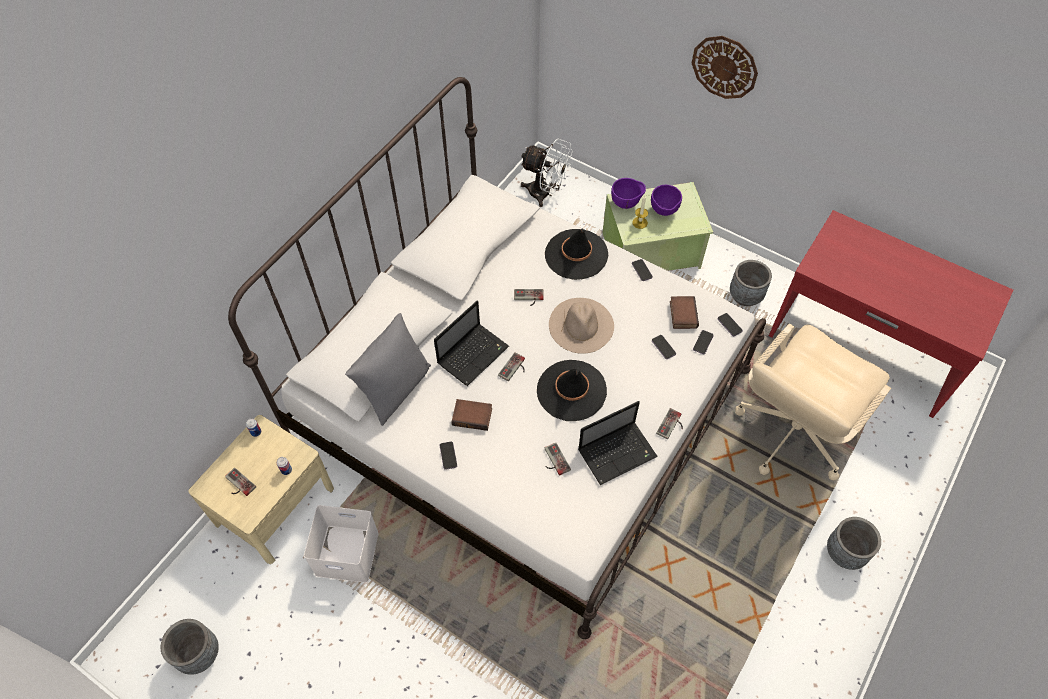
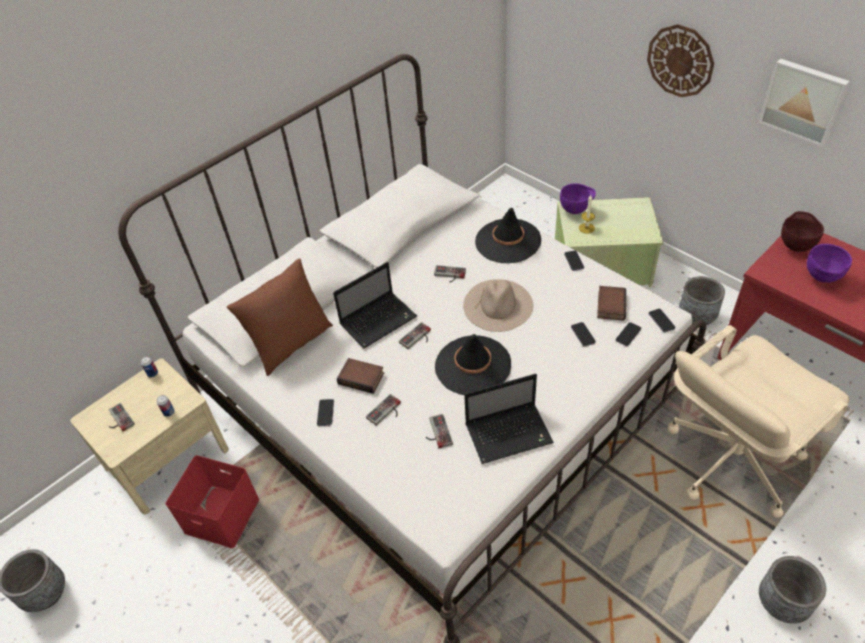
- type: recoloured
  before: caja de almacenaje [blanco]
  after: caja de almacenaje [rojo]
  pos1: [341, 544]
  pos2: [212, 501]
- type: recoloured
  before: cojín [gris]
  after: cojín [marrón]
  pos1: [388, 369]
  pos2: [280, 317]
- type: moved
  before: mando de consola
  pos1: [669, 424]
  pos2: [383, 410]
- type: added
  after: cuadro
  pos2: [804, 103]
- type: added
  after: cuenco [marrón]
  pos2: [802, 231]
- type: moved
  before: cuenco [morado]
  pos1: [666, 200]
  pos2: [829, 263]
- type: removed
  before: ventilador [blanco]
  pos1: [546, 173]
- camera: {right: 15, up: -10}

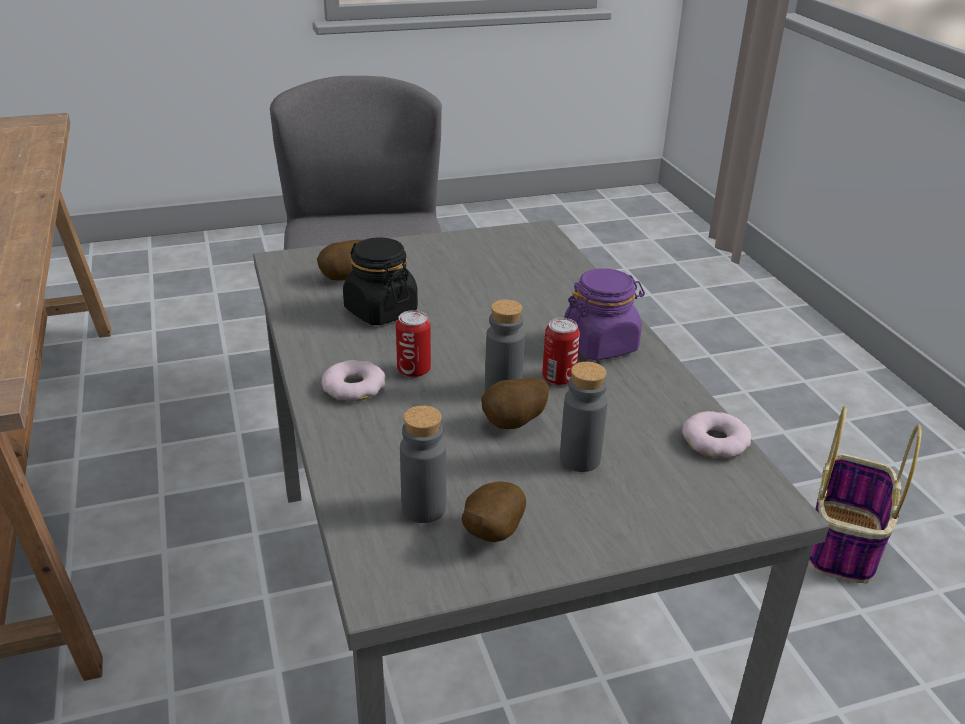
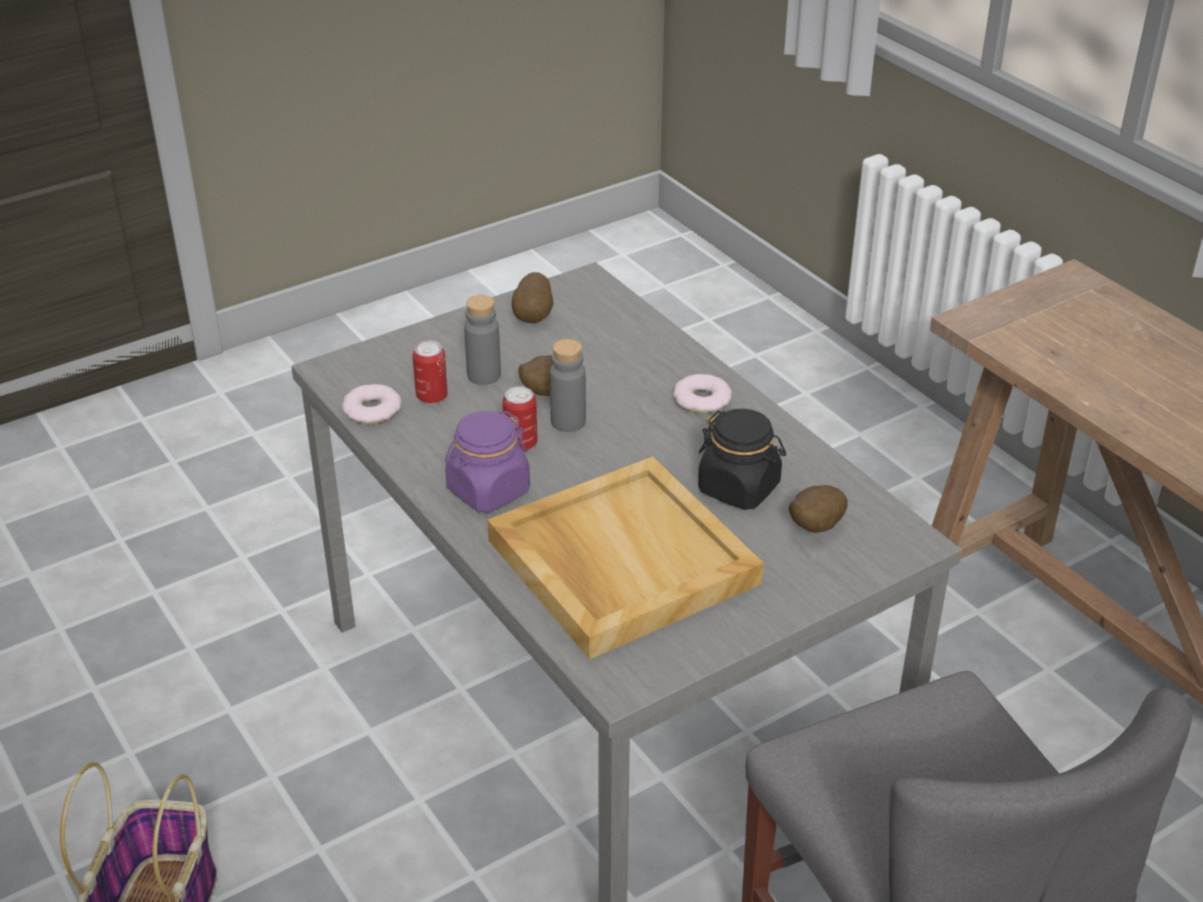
- type: moved
  before: lata
  pos1: [413, 344]
  pos2: [430, 372]
- type: added
  after: bandeja [beis]
  pos2: [625, 557]
- type: removed
  before: botella [gris]
  pos1: [423, 464]
- camera: {right: 165, up: 5}

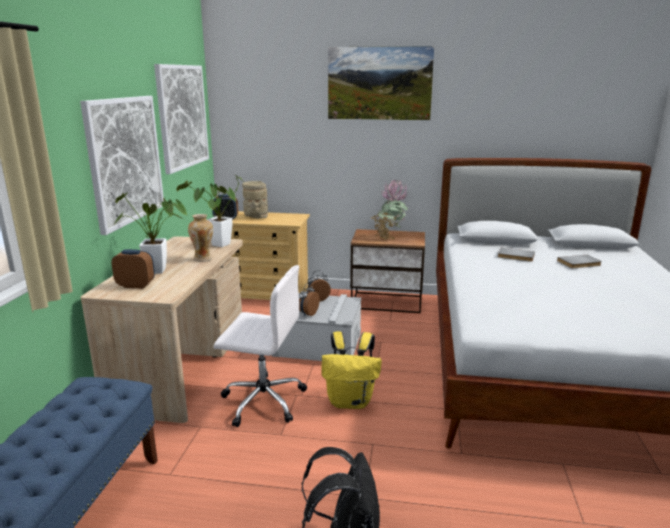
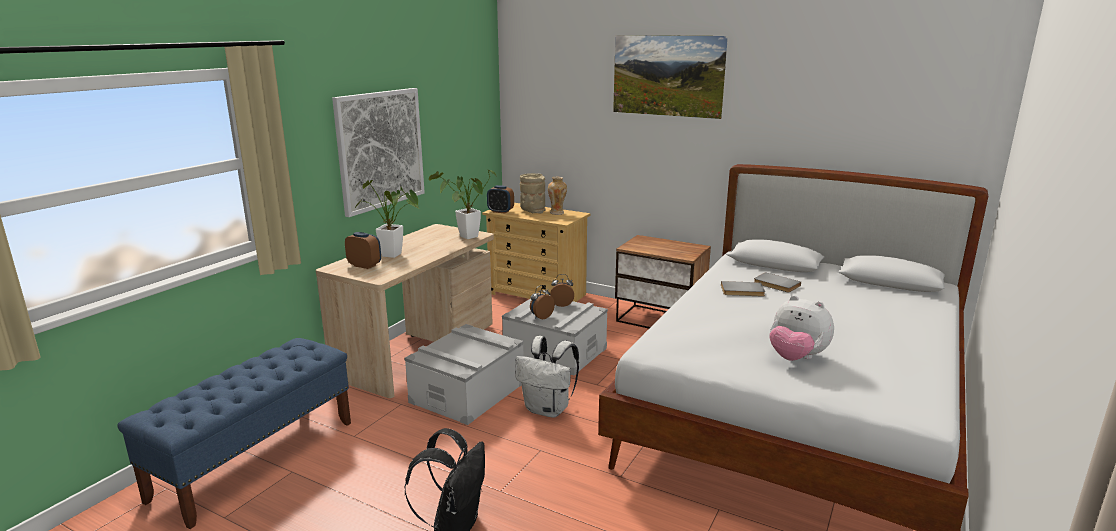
- type: replaced
  before: silla de oficina [blanco]
  after: caja de almacenaje [gris]
  pos1: [260, 346]
  pos2: [464, 374]
- type: recoloured
  before: mochila [amarillo]
  after: mochila [blanco]
  pos1: [351, 370]
  pos2: [547, 377]
- type: moved
  before: florero
  pos1: [200, 238]
  pos2: [557, 196]
- type: moved
  before: libro [gris]
  pos1: [579, 261]
  pos2: [743, 289]
- type: added
  after: peluche
  pos2: [802, 328]
- type: removed
  before: cuadro
  pos1: [181, 119]
- type: removed
  before: planta en maceta
  pos1: [389, 210]
- camera: {right: 20, up: 0}

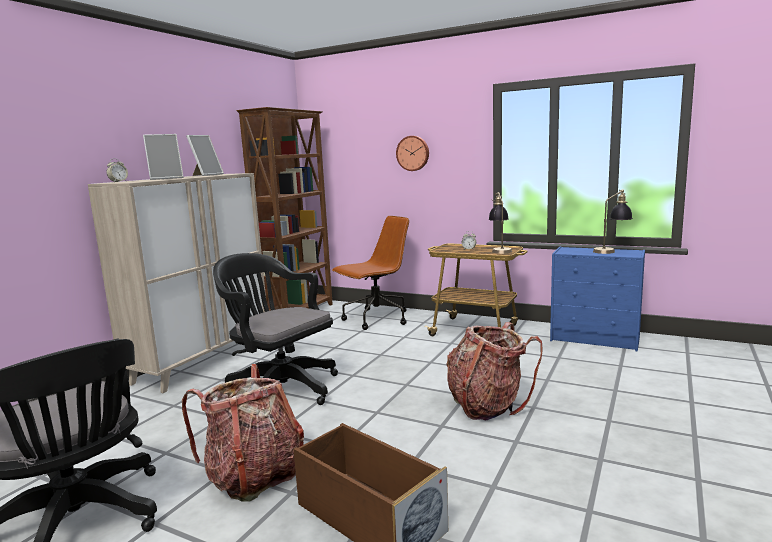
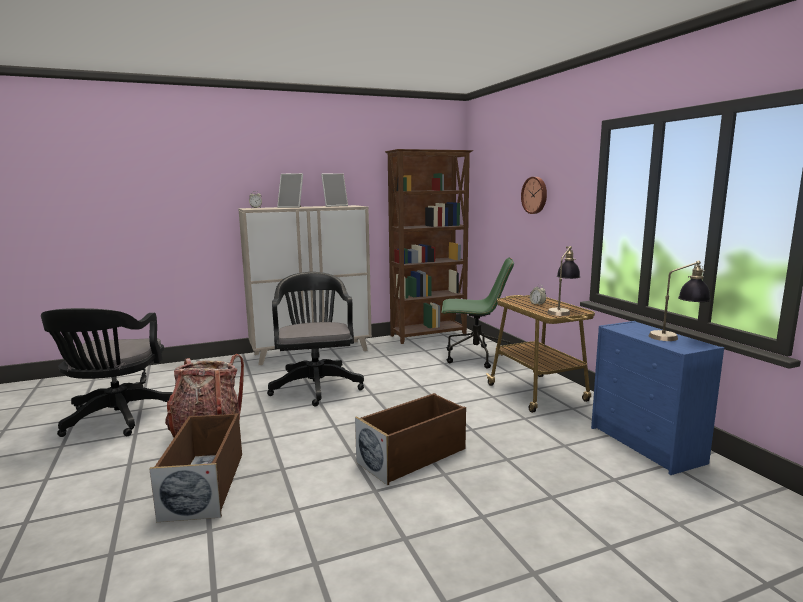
- type: replaced
  before: mochila
  after: caja de almacenaje [marrón]
  pos1: [494, 371]
  pos2: [410, 439]
- type: recoloured
  before: silla de oficina [marrón]
  after: silla de oficina [verde]
  pos1: [370, 273]
  pos2: [478, 313]
- camera: {right: 40, up: 0}

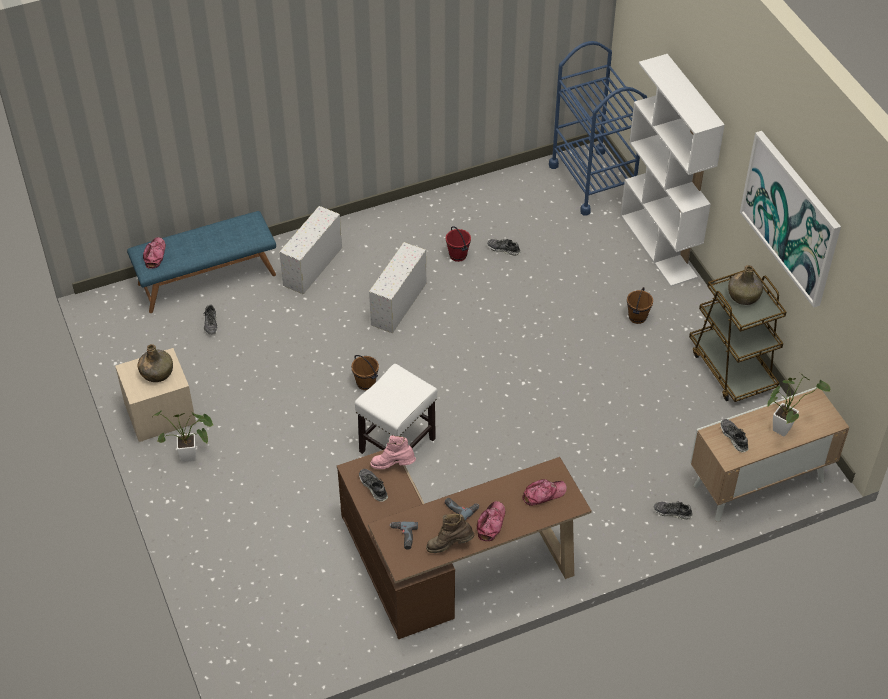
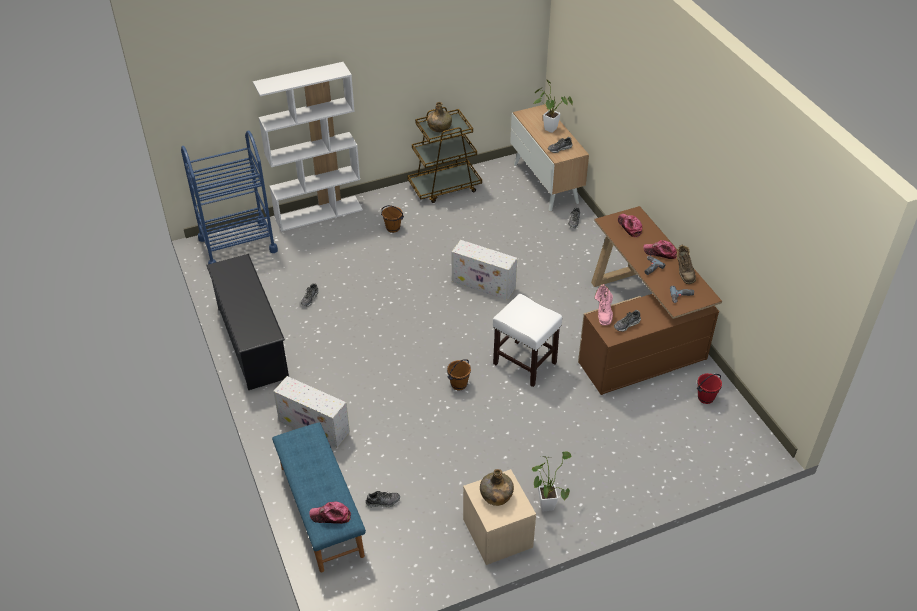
- type: added
  after: zapatero [negro]
  pos2: [247, 322]
- type: moved
  before: caja de almacenaje [blanco]
  pos1: [397, 287]
  pos2: [484, 270]
- type: moved
  before: cubo [rojo]
  pos1: [458, 244]
  pos2: [709, 388]
- type: removed
  before: cuadro
  pos1: [790, 219]
- camera: {right: -90, up: -5}

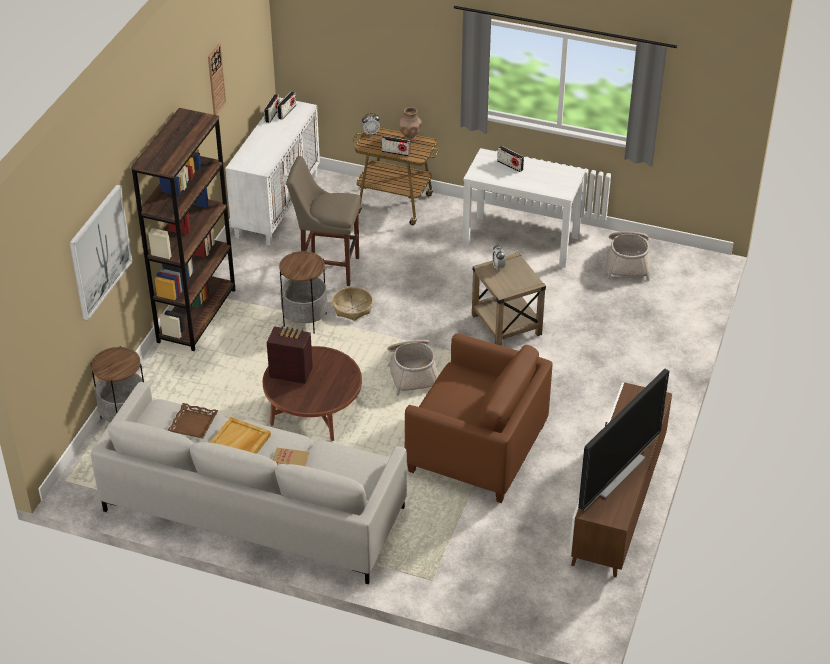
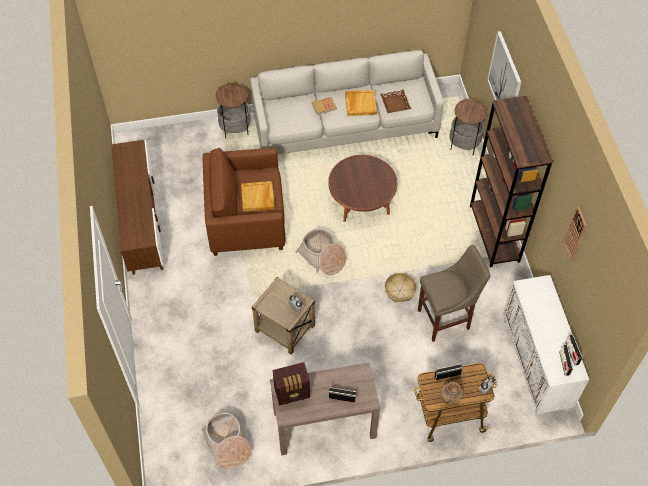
- type: moved
  before: mesa auxiliar
  pos1: [303, 292]
  pos2: [232, 110]
- type: added
  after: bandeja [beis]
  pos2: [258, 196]
- type: recoloured
  before: mesa consola [blanco]
  after: mesa consola [marrón]
  pos1: [524, 208]
  pos2: [325, 408]
- type: moved
  before: radio
  pos1: [290, 355]
  pos2: [291, 384]
- type: removed
  before: televisor
  pos1: [624, 440]
- camera: {right: 150, up: 15}

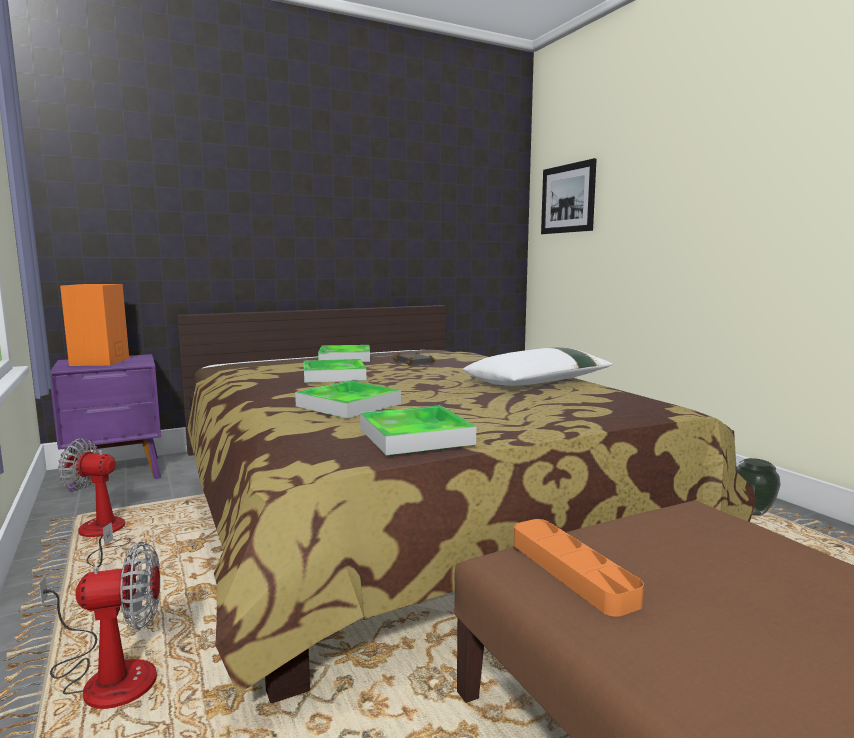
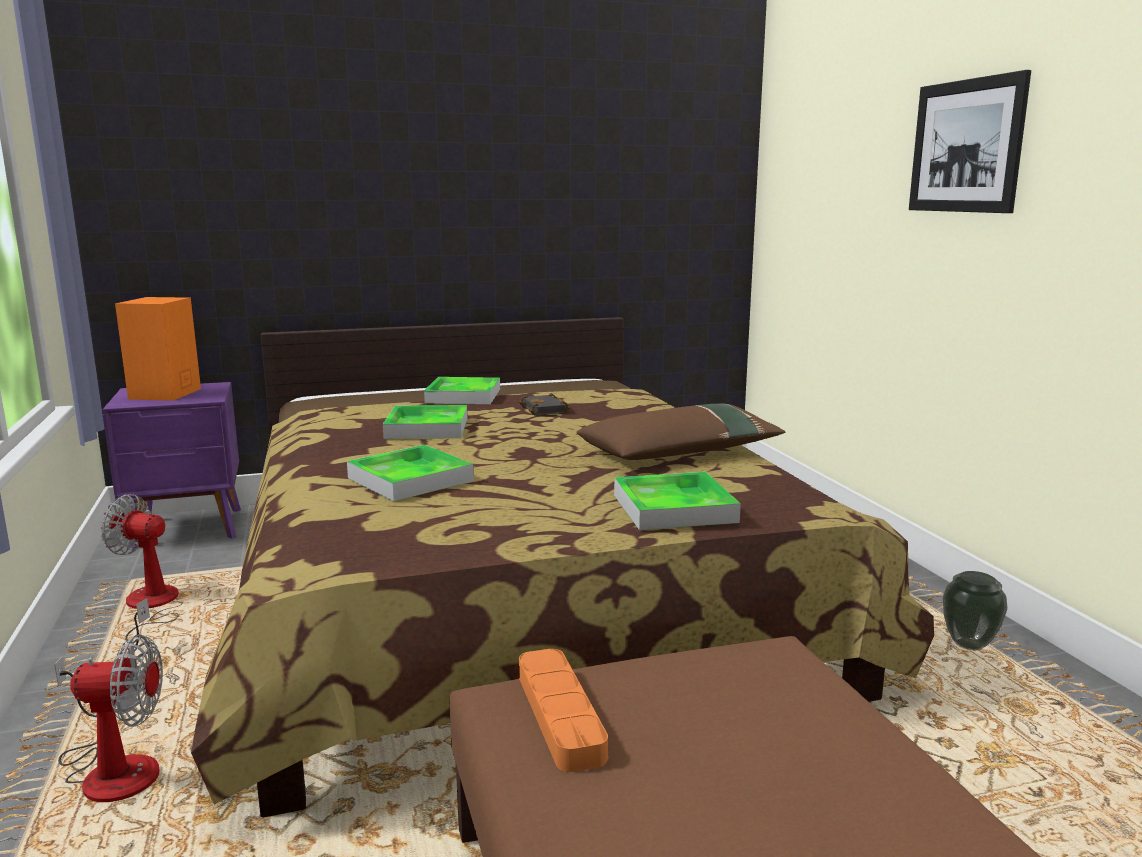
- type: recoloured
  before: cojín [blanco]
  after: cojín [marrón]
  pos1: [538, 366]
  pos2: [681, 432]
- type: moved
  before: bandeja
  pos1: [418, 430]
  pos2: [677, 501]
- type: moved
  before: cuadro
  pos1: [569, 196]
  pos2: [970, 141]
- camera: {right: 10, up: 5}

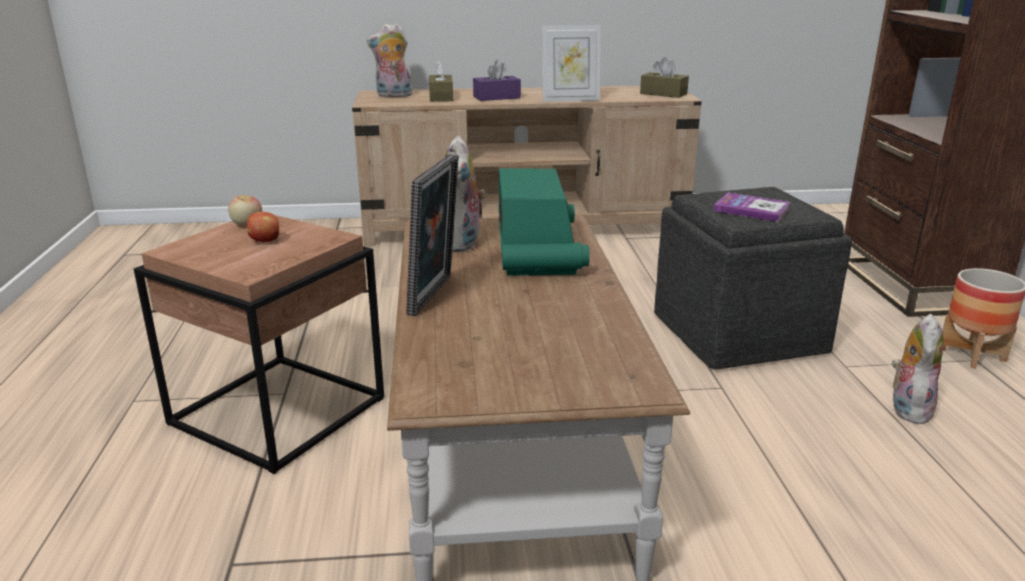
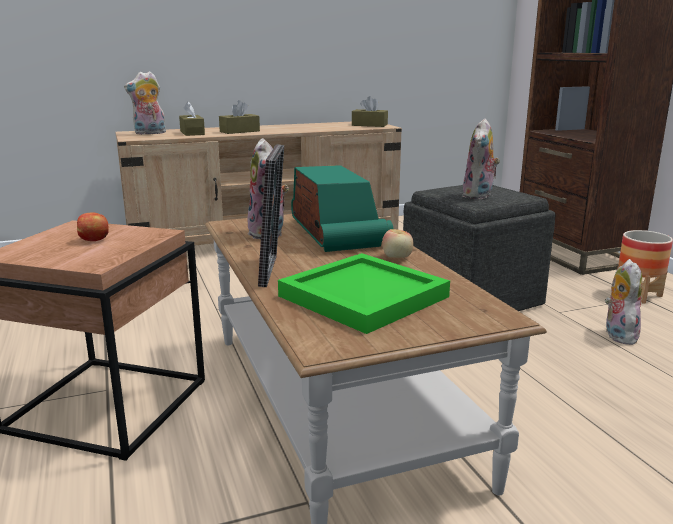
- type: recoloured
  before: caja de pañuelos [morado]
  after: caja de pañuelos [marrón]
  pos1: [497, 80]
  pos2: [239, 117]
- type: added
  after: bandeja [verde]
  pos2: [364, 293]
- type: moved
  before: manzana
  pos1: [245, 210]
  pos2: [398, 243]
- type: replaced
  before: libro
  after: peluche
  pos1: [751, 207]
  pos2: [481, 158]
- type: removed
  before: portarretratos
  pos1: [571, 63]
- camera: {right: -15, up: -5}

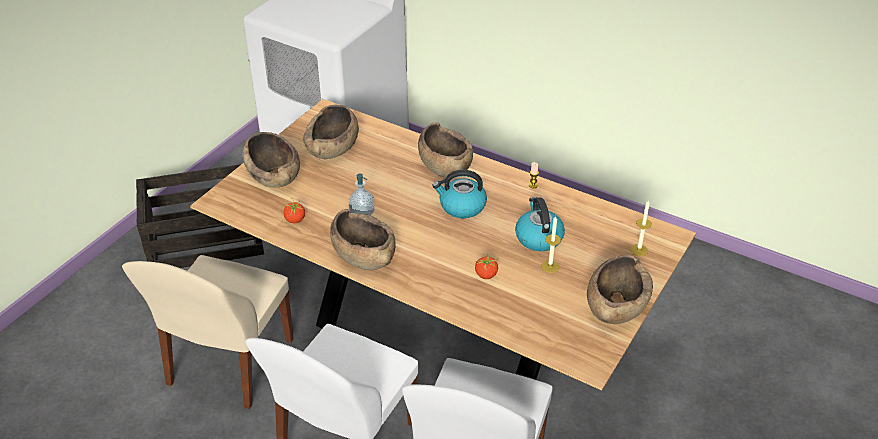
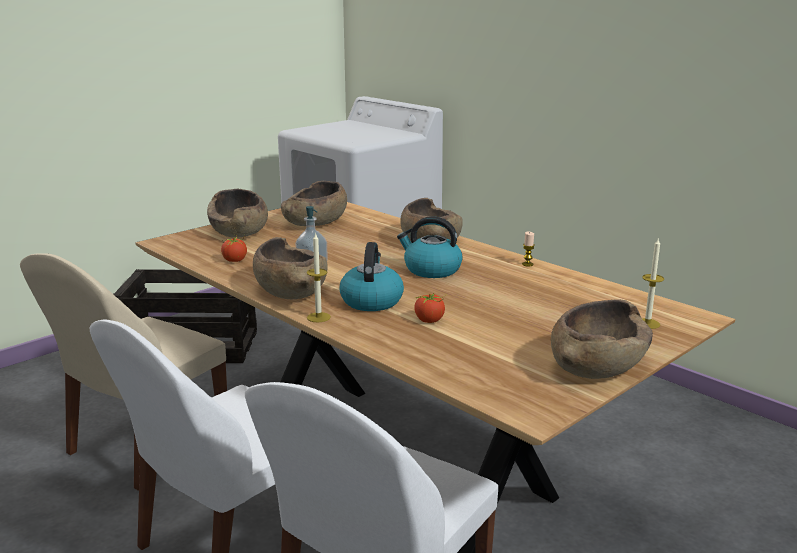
- type: moved
  before: vela
  pos1: [551, 244]
  pos2: [319, 277]
- type: moved
  before: hervidor
  pos1: [540, 224]
  pos2: [372, 276]
- camera: {right: 15, up: -20}

